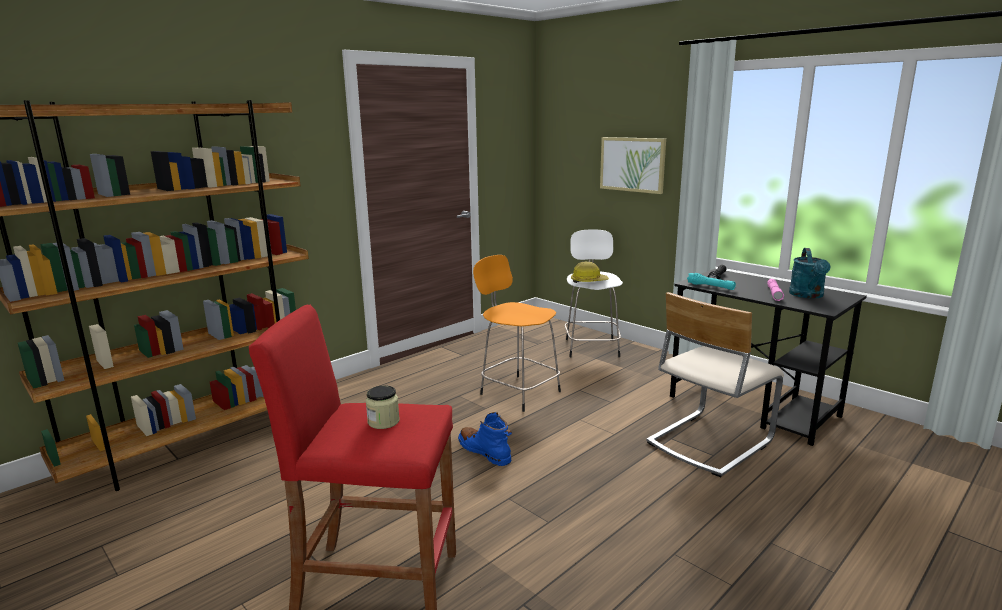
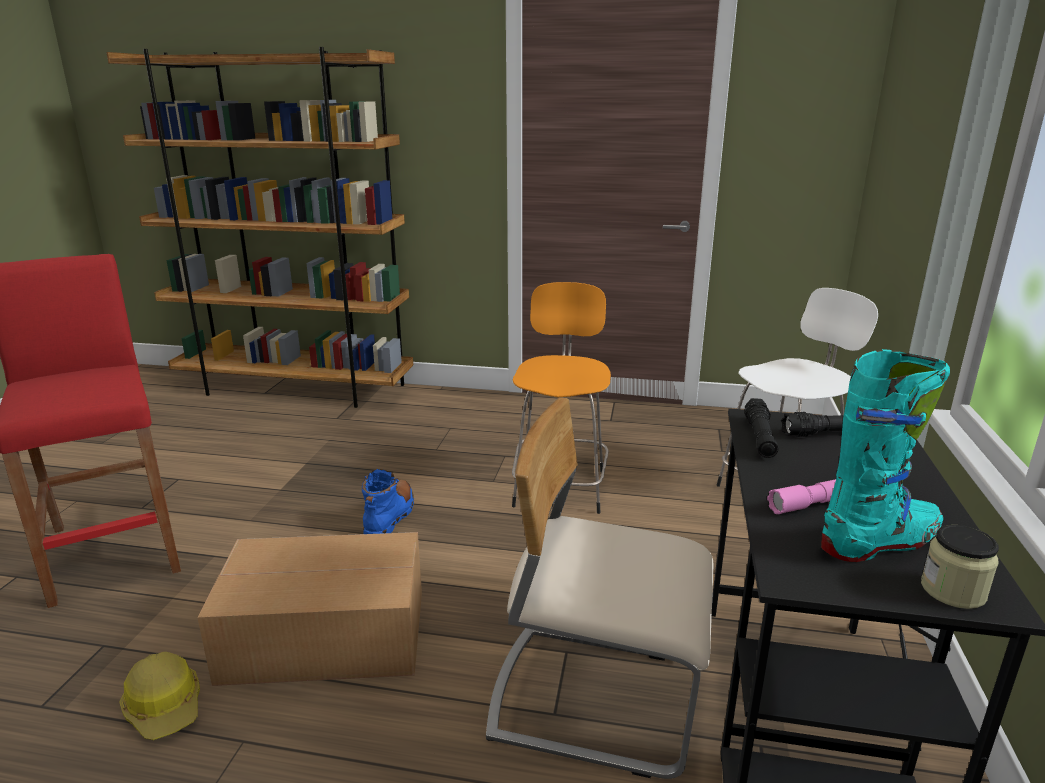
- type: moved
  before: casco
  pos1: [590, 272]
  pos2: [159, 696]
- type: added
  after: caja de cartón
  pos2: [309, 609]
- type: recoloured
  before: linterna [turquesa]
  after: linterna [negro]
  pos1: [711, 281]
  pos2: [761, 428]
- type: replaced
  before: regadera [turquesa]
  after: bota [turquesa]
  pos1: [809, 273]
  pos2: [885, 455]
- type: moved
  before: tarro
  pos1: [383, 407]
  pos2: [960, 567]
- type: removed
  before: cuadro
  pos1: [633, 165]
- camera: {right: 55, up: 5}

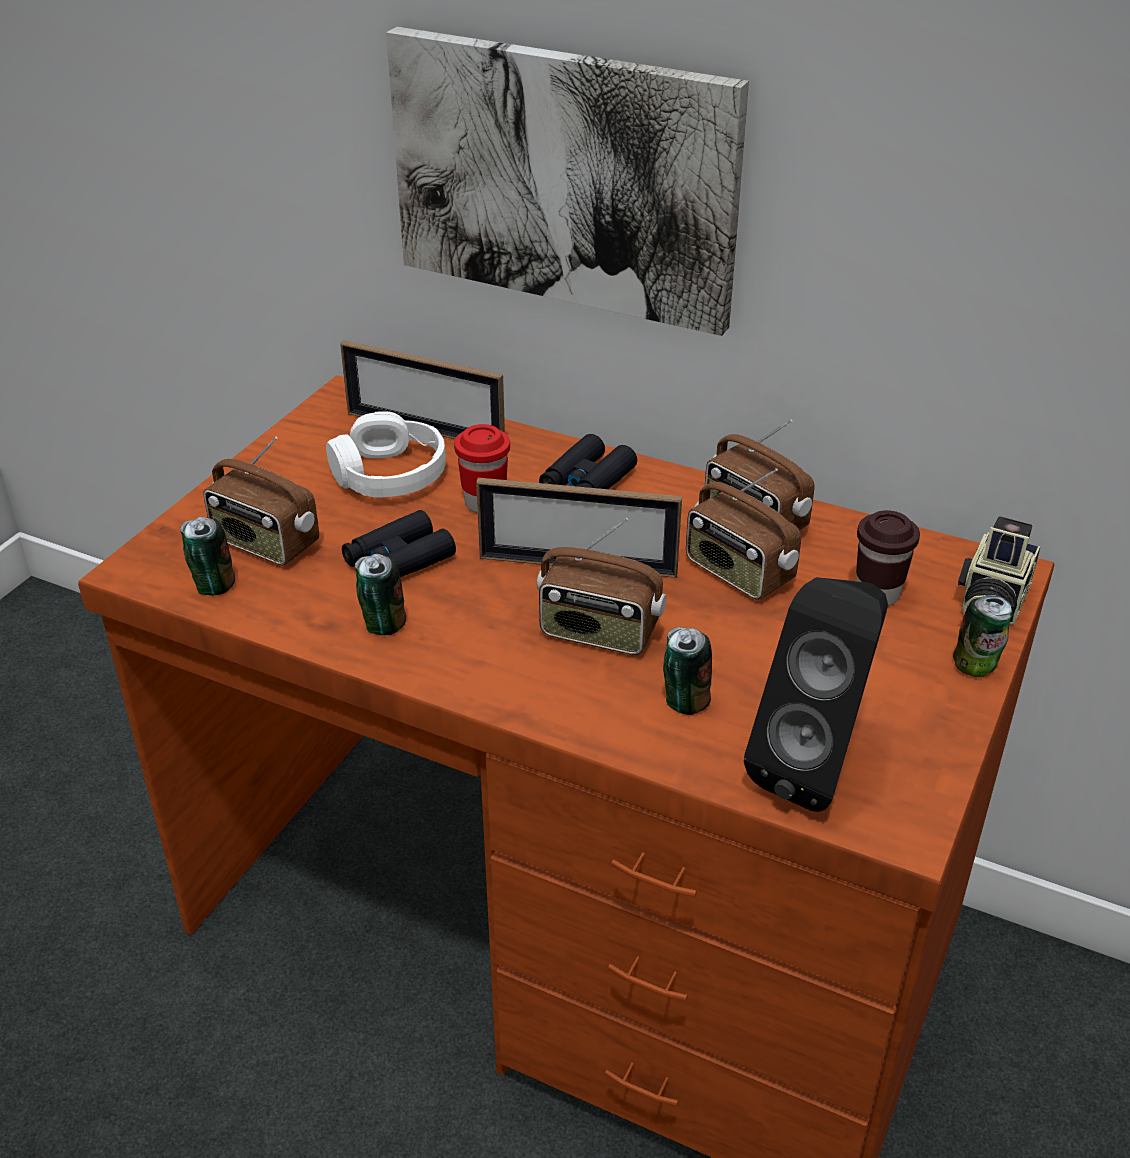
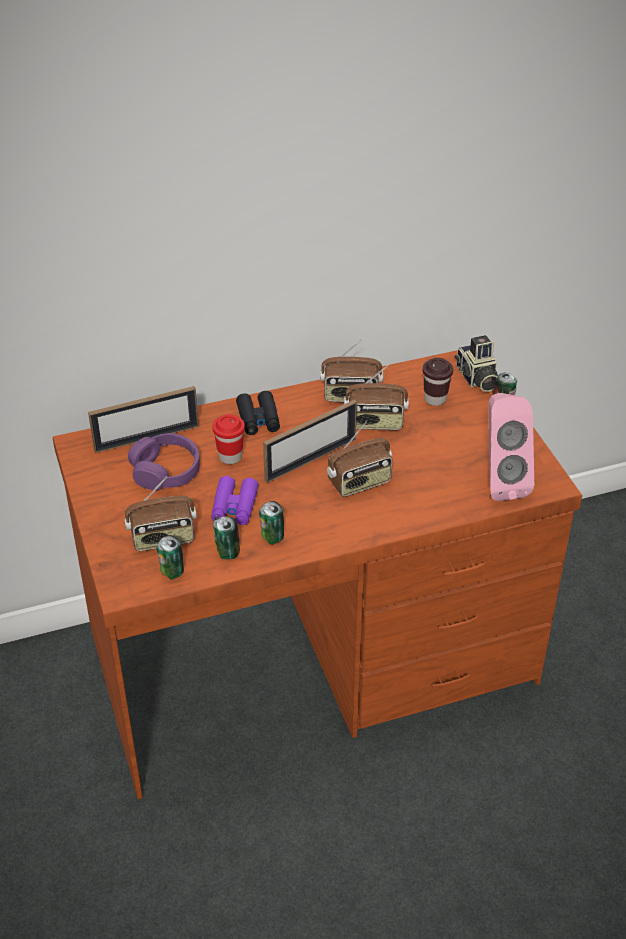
- type: recoloured
  before: auriculares [blanco]
  after: auriculares [morado]
  pos1: [386, 454]
  pos2: [164, 461]
- type: recoloured
  before: prismáticos [negro]
  after: prismáticos [morado]
  pos1: [399, 543]
  pos2: [234, 500]
- type: moved
  before: lata
  pos1: [687, 671]
  pos2: [226, 537]
- type: recoloured
  before: altavoz [negro]
  after: altavoz [rosa]
  pos1: [816, 694]
  pos2: [511, 447]
- type: removed
  before: cuadro
  pos1: [567, 181]
- camera: {right: -45, up: 5}

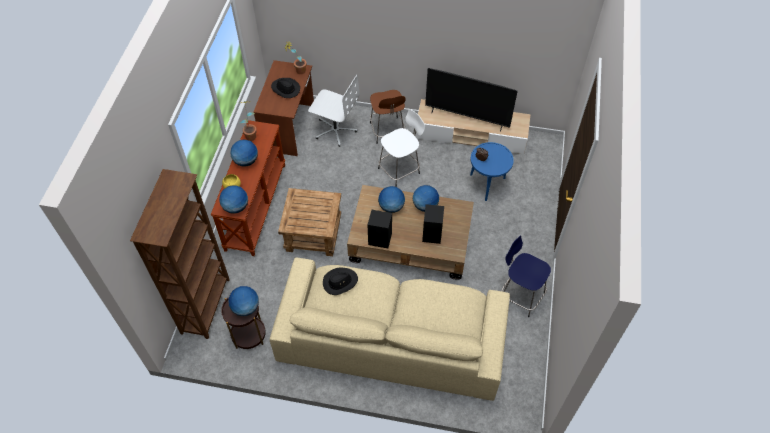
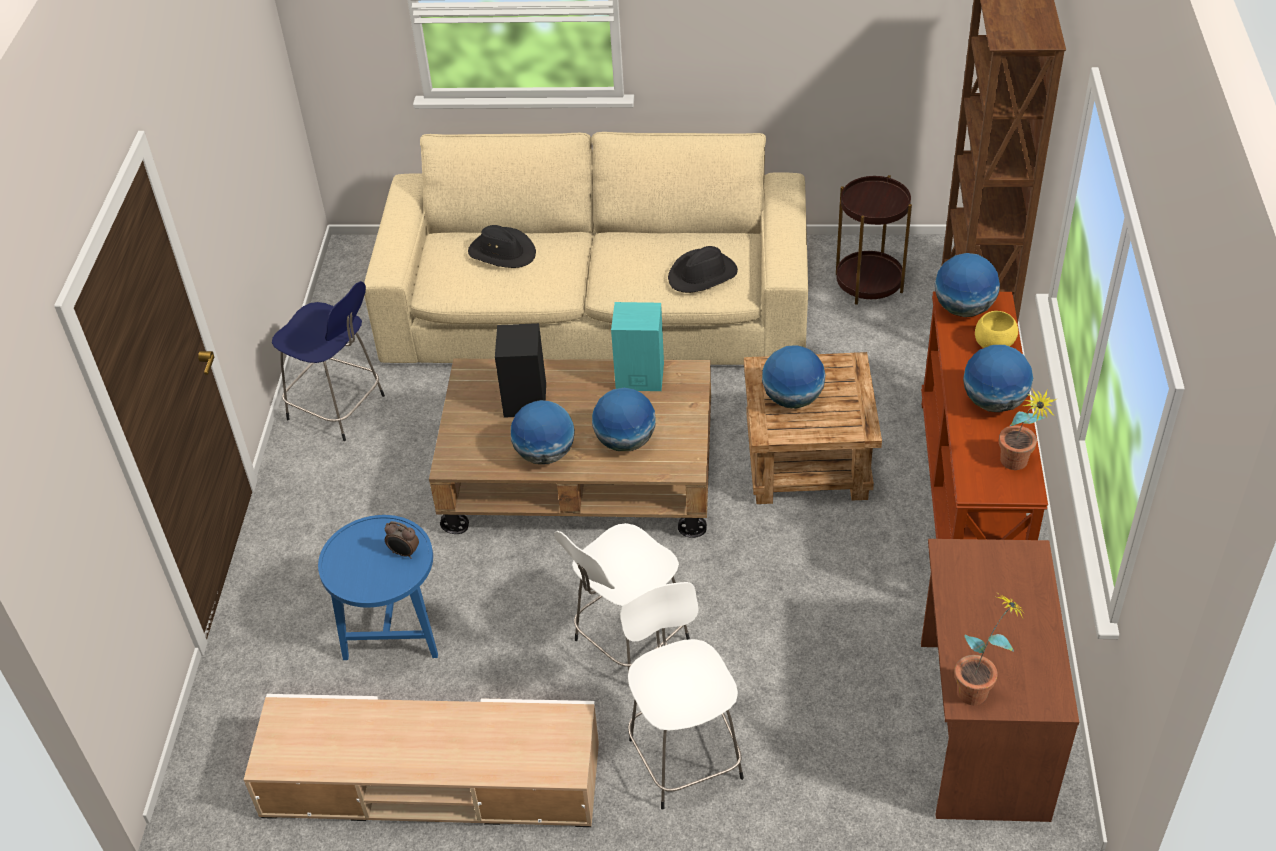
- type: moved
  before: sombrero [negro]
  pos1: [285, 88]
  pos2: [502, 246]
- type: recoloured
  before: altavoz [negro]
  after: altavoz [turquesa]
  pos1: [380, 229]
  pos2: [637, 346]
- type: recoloured
  before: taburete [marrón]
  after: taburete [blanco]
  pos1: [388, 117]
  pos2: [682, 696]
- type: moved
  before: globo terráqueo
  pos1: [243, 301]
  pos2: [793, 377]
- type: removed
  before: silla de oficina [blanco]
  pos1: [334, 110]
- type: removed
  before: televisor
  pos1: [471, 100]
- camera: {right: 175, up: -10}

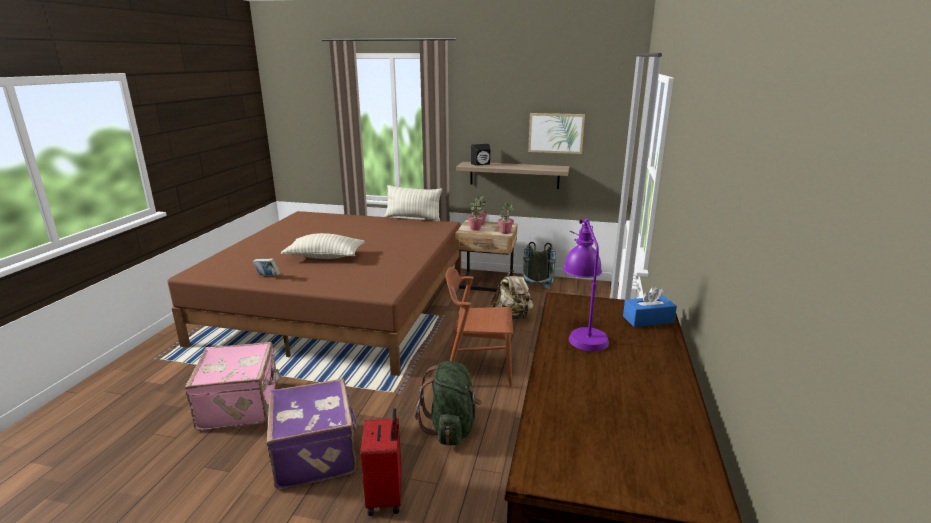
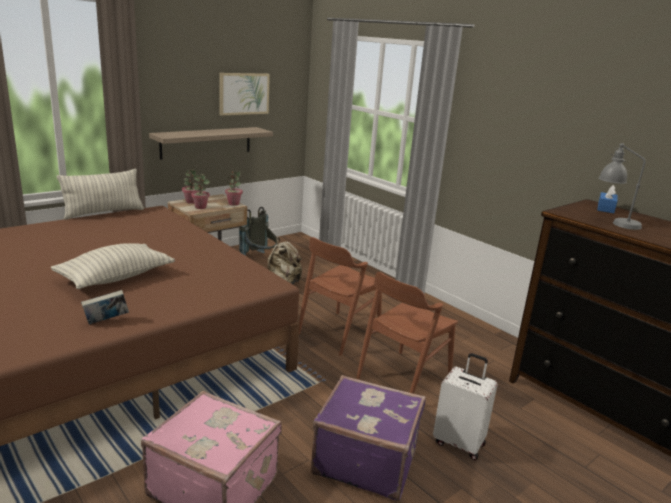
- type: replaced
  before: mochila [verde]
  after: silla [marrón]
  pos1: [448, 403]
  pos2: [407, 333]
- type: recoloured
  before: maleta [rojo]
  after: maleta [blanco]
  pos1: [381, 462]
  pos2: [465, 406]
- type: recoloured
  before: lámpara de mesa [morado]
  after: lámpara de mesa [gris]
  pos1: [586, 284]
  pos2: [622, 186]
- type: removed
  before: altavoz [negro]
  pos1: [480, 155]
- camera: {right: -55, up: 0}

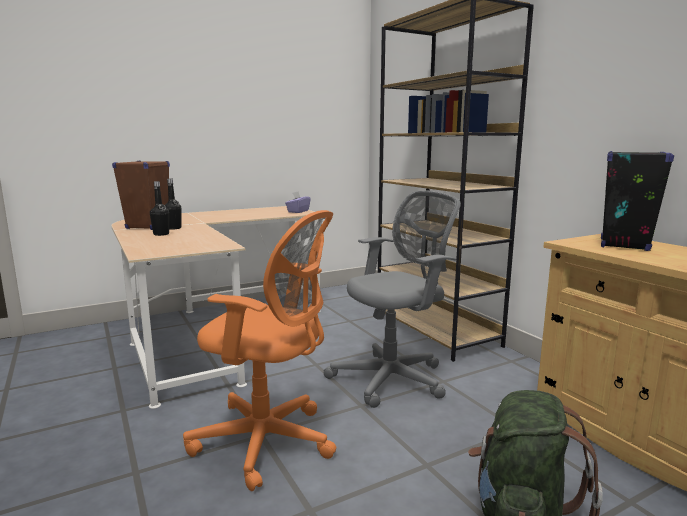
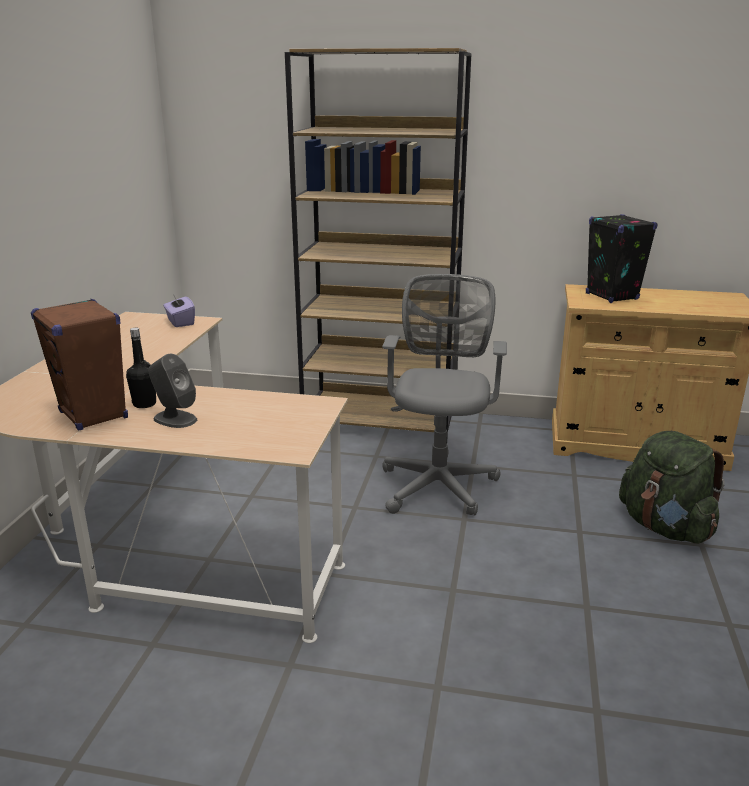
- type: replaced
  before: botella [negro]
  after: altavoz [gris]
  pos1: [159, 208]
  pos2: [172, 391]
- type: removed
  before: silla de oficina [naranja]
  pos1: [260, 350]
- camera: {right: -50, up: 10}

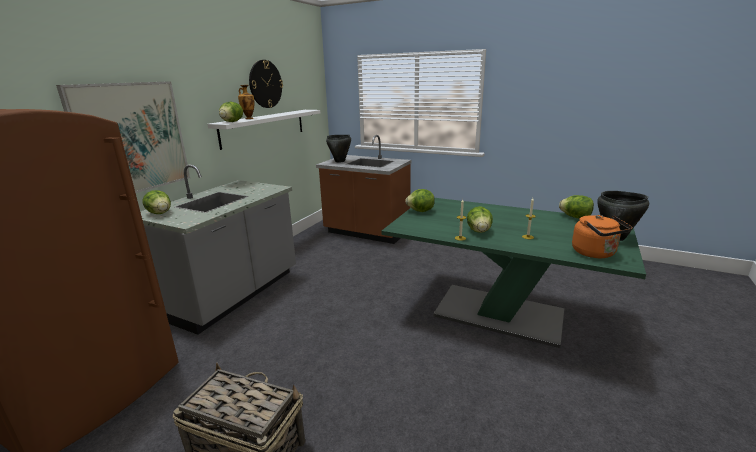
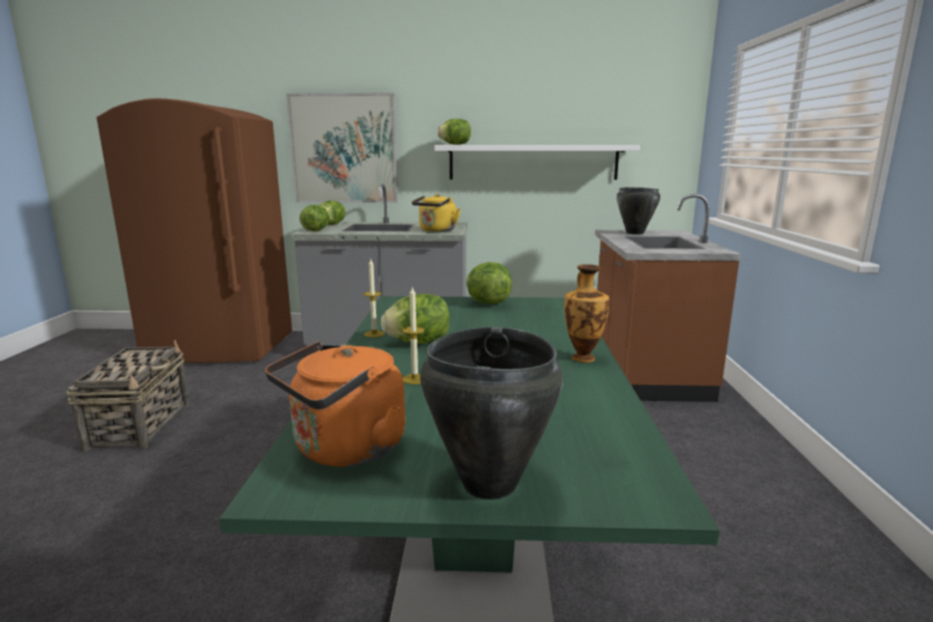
- type: moved
  before: lechuga
  pos1: [576, 207]
  pos2: [314, 218]
- type: added
  after: hervidor [amarillo]
  pos2: [436, 213]
- type: moved
  before: florero
  pos1: [246, 102]
  pos2: [586, 313]
- type: removed
  before: reloj de pared
  pos1: [266, 84]
- camera: {right: 65, up: -5}

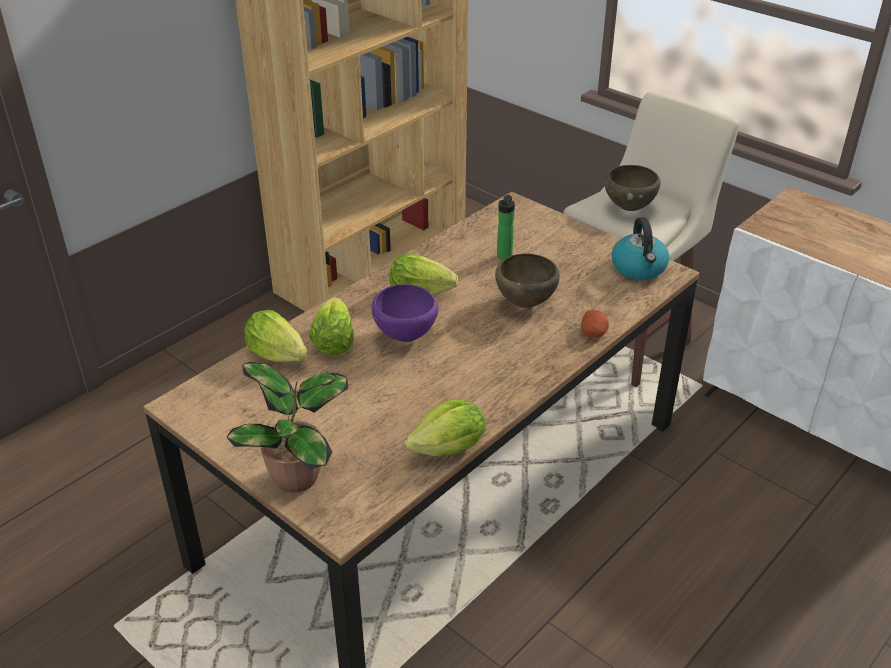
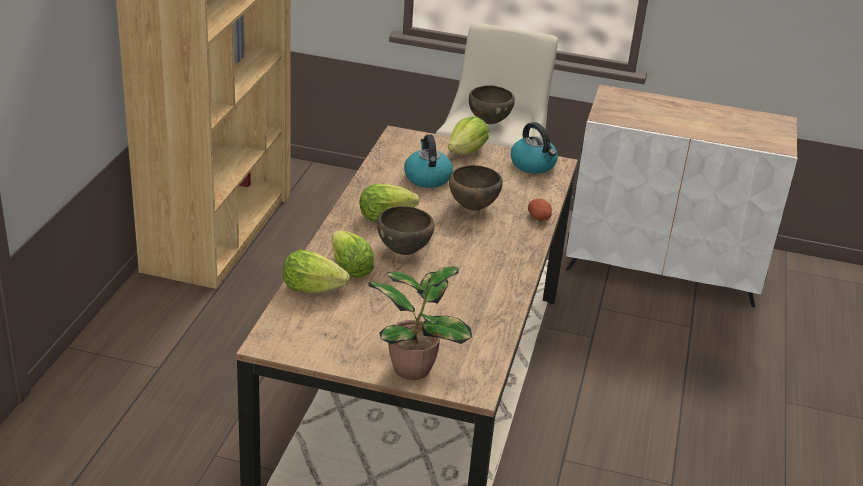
- type: recoloured
  before: cuenco [morado]
  after: cuenco [marrón]
  pos1: [404, 313]
  pos2: [406, 230]
- type: replaced
  before: botella
  after: hervidor
  pos1: [506, 228]
  pos2: [428, 161]
- type: moved
  before: lechuga
  pos1: [445, 427]
  pos2: [468, 135]
- camera: {right: -30, up: -5}

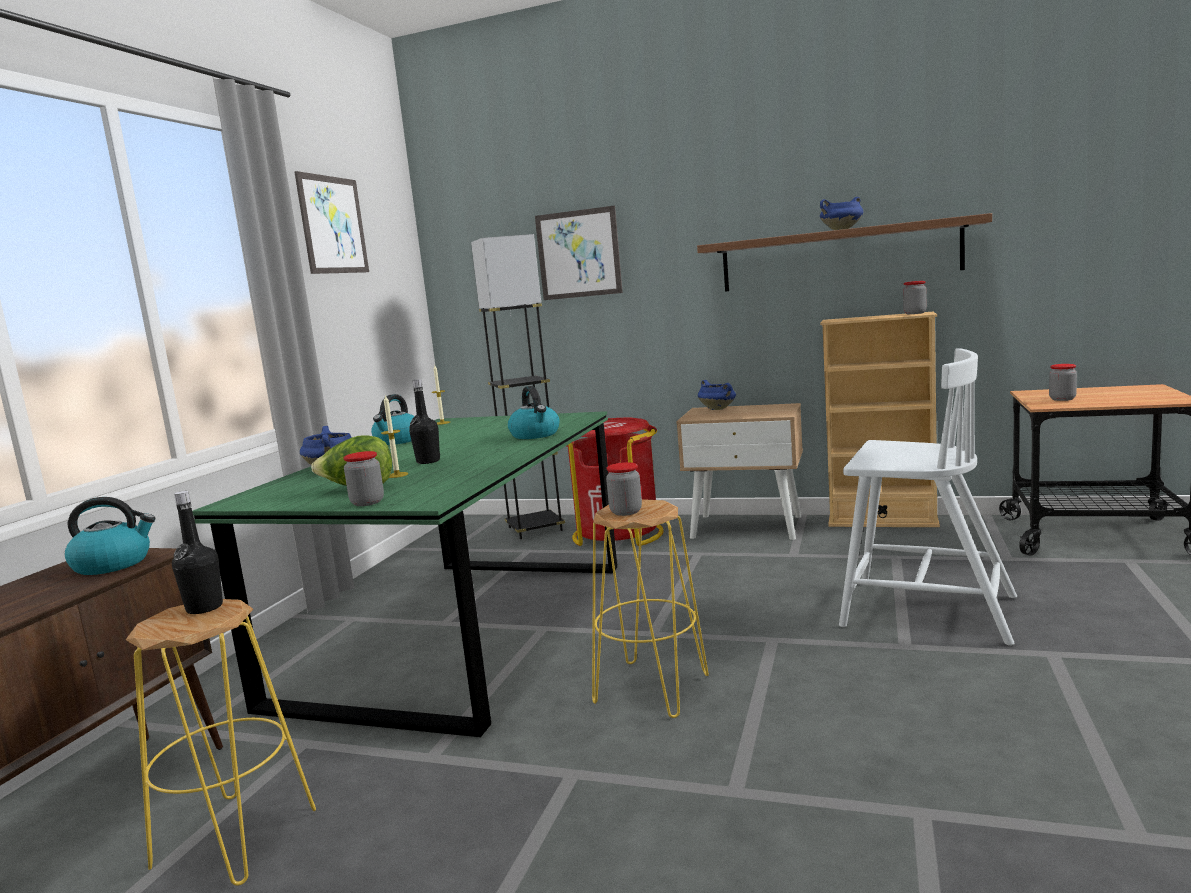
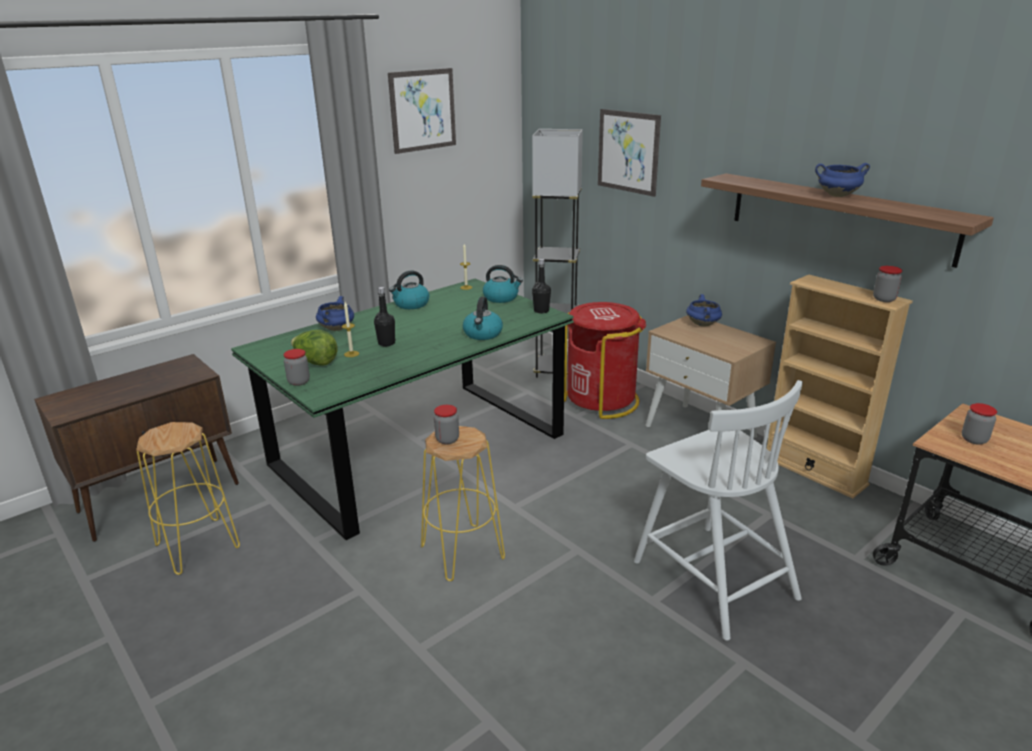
- type: moved
  before: hervidor
  pos1: [110, 536]
  pos2: [503, 284]
- type: moved
  before: botella [negro]
  pos1: [197, 552]
  pos2: [541, 286]
- camera: {right: 30, up: 15}

